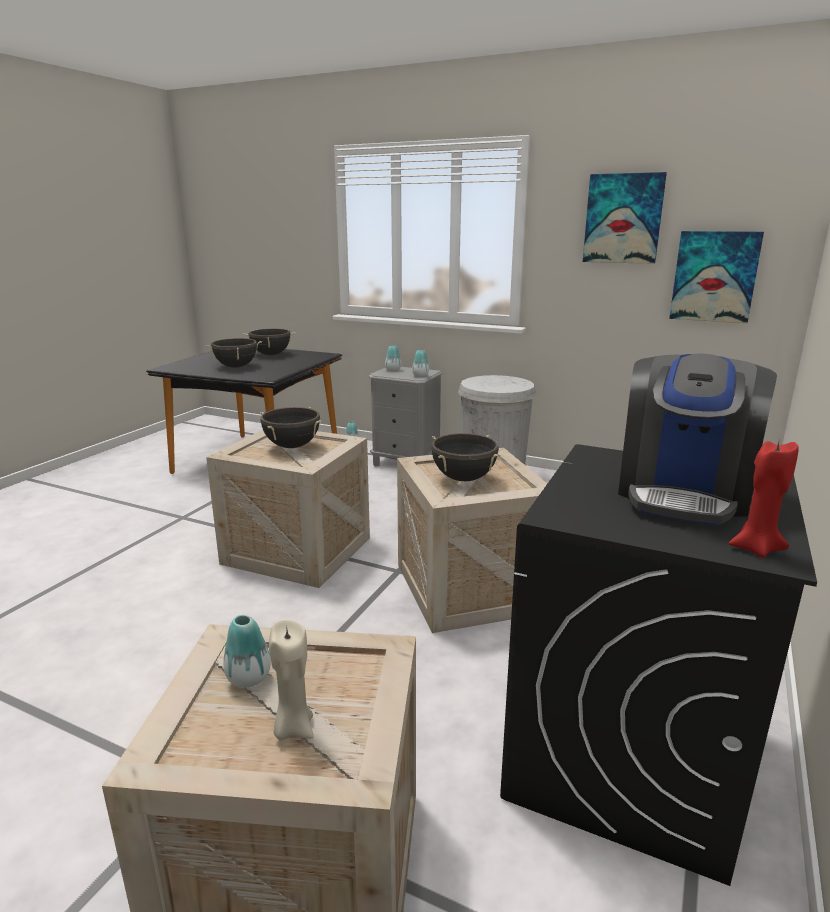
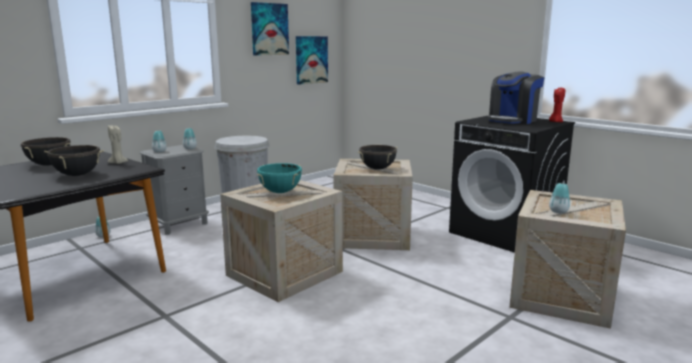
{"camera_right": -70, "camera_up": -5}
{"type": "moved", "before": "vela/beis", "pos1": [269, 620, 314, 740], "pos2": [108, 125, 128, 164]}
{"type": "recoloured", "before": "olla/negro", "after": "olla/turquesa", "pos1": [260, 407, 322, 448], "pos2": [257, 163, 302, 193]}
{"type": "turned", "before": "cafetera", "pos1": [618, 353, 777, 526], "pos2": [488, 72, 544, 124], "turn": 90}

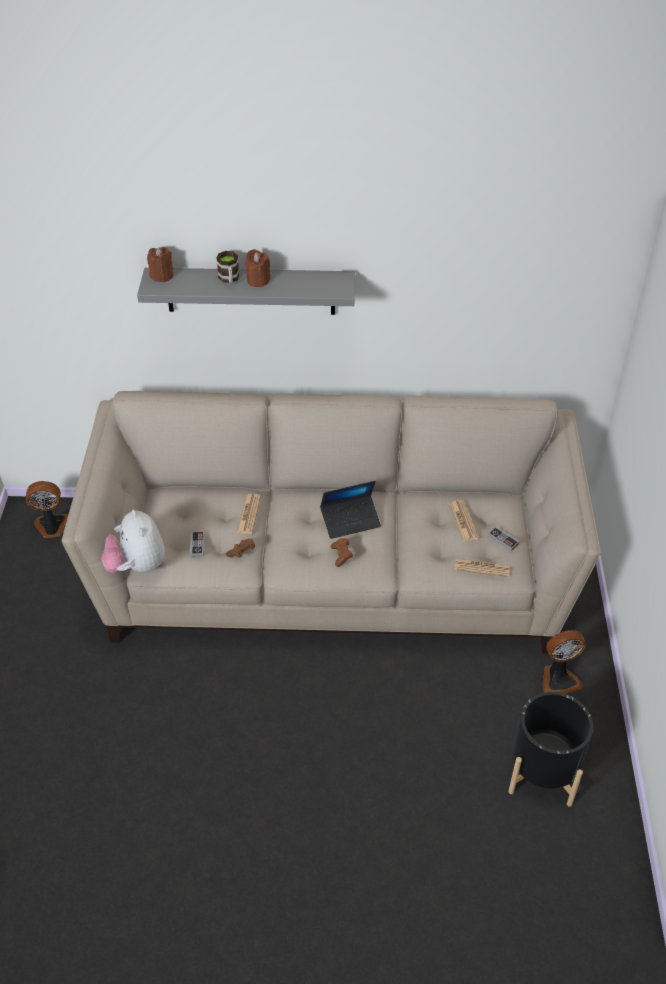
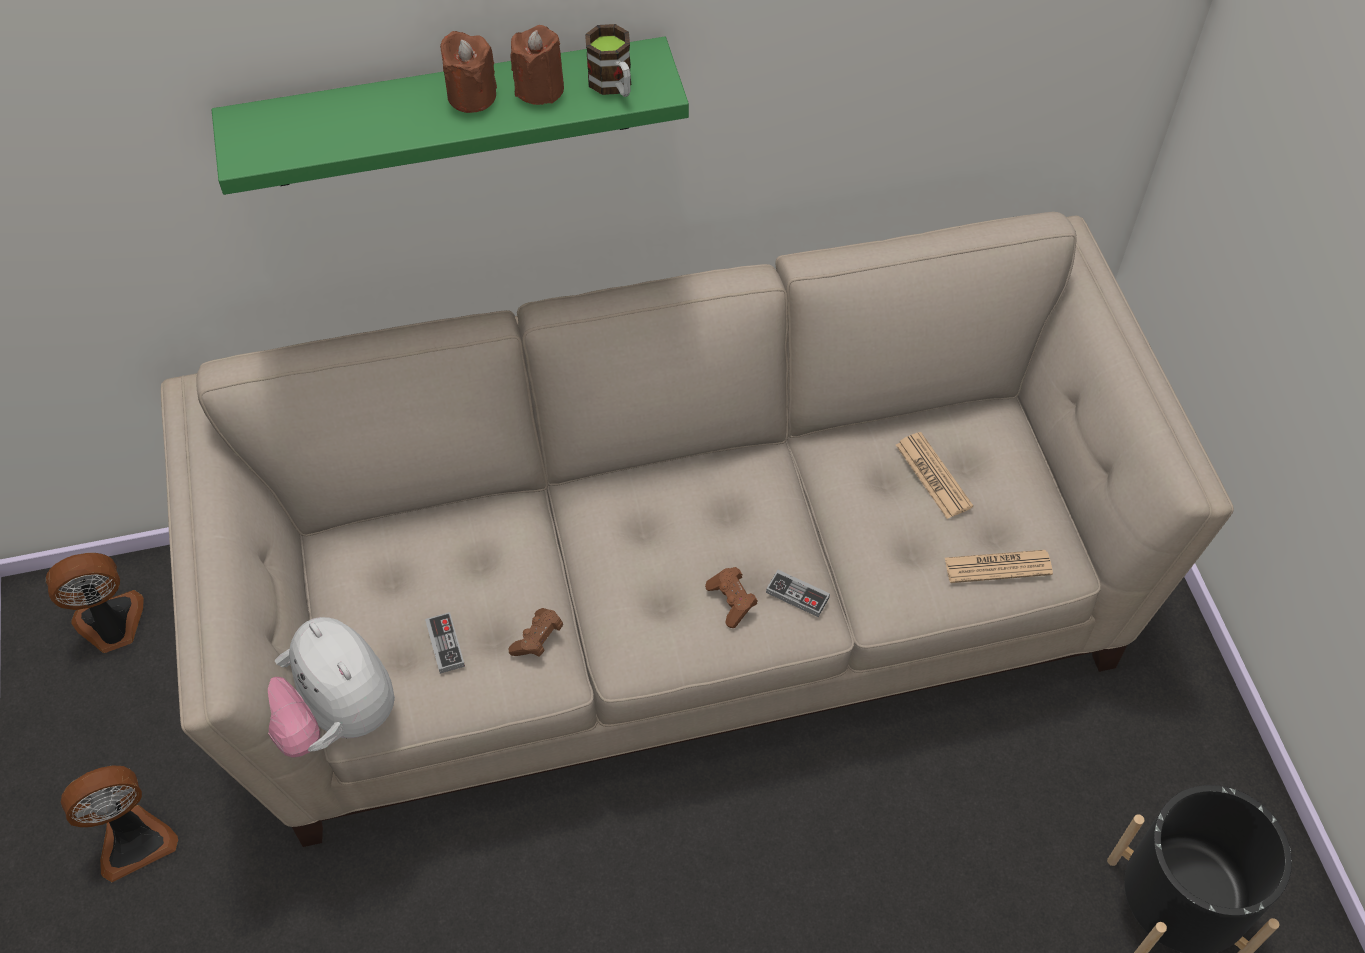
{"camera_right": -15, "camera_up": 10}
{"type": "moved", "before": "ventilador", "pos1": [542, 630, 586, 693], "pos2": [61, 765, 178, 882]}
{"type": "recoloured", "before": "estante/gris", "after": "estante/verde", "pos1": [137, 268, 355, 315], "pos2": [212, 37, 689, 195]}
{"type": "moved", "before": "vela/marrón", "pos1": [147, 247, 173, 282], "pos2": [511, 25, 564, 105]}
{"type": "moved", "before": "taza grande", "pos1": [217, 251, 239, 284], "pos2": [585, 24, 631, 97]}
{"type": "moved", "before": "mando de consola", "pos1": [488, 527, 520, 551], "pos2": [766, 570, 830, 617]}
{"type": "removed", "before": "periódico", "pos1": [237, 494, 261, 534]}
{"type": "removed", "before": "portátil", "pos1": [320, 481, 381, 539]}

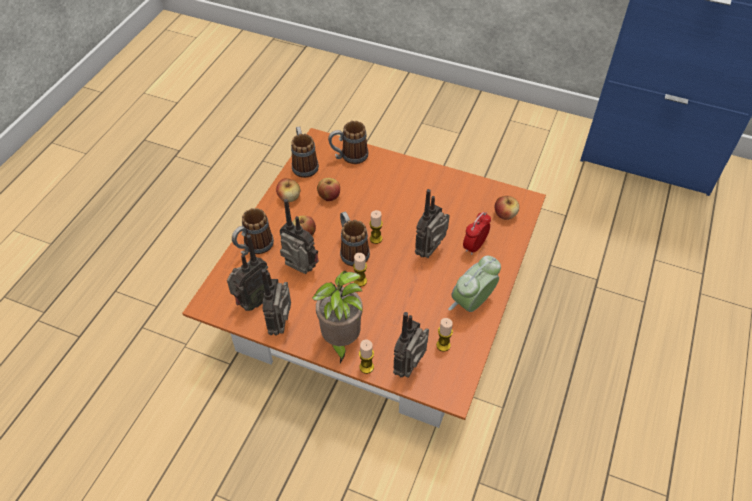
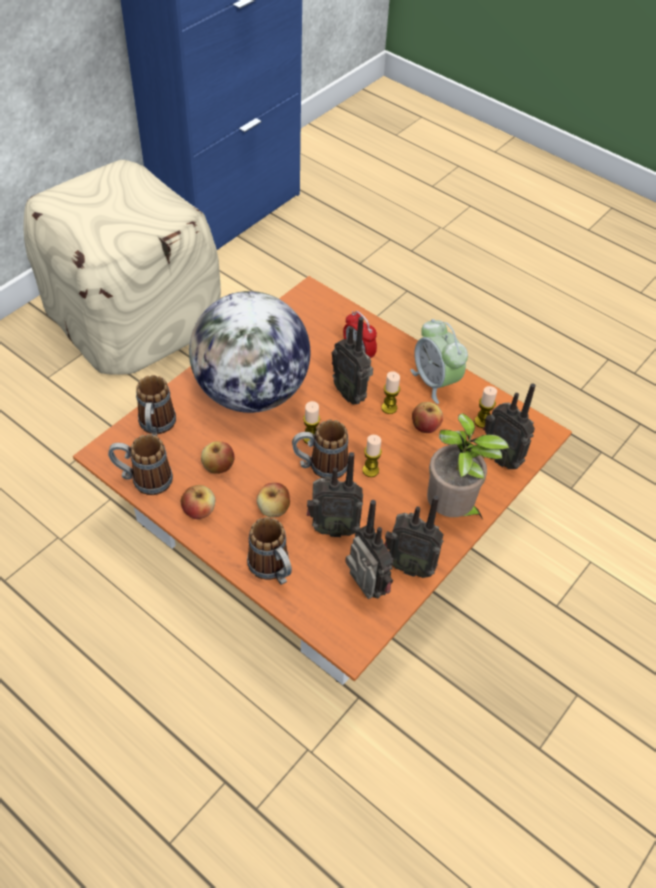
{"camera_right": -75, "camera_up": 0}
{"type": "added", "after": "puf/beis", "pos2": [23, 160, 221, 374]}
{"type": "added", "after": "globo terráqueo", "pos2": [189, 291, 310, 413]}
{"type": "turned", "before": "radio", "pos1": [280, 199, 319, 274], "pos2": [307, 452, 363, 537], "turn": -135}
{"type": "moved", "before": "vela", "pos1": [359, 339, 374, 374], "pos2": [381, 371, 400, 414]}
{"type": "moved", "before": "manzana", "pos1": [495, 196, 519, 220], "pos2": [412, 402, 443, 433]}

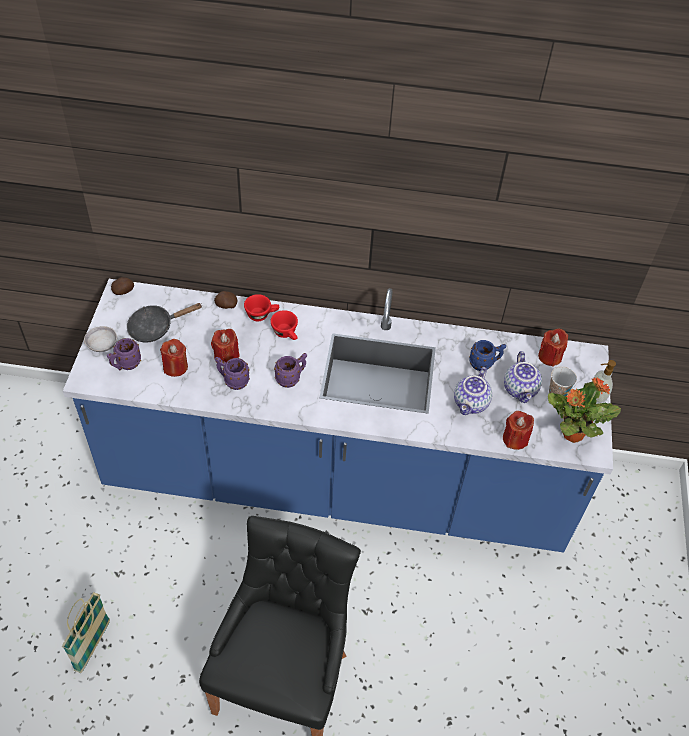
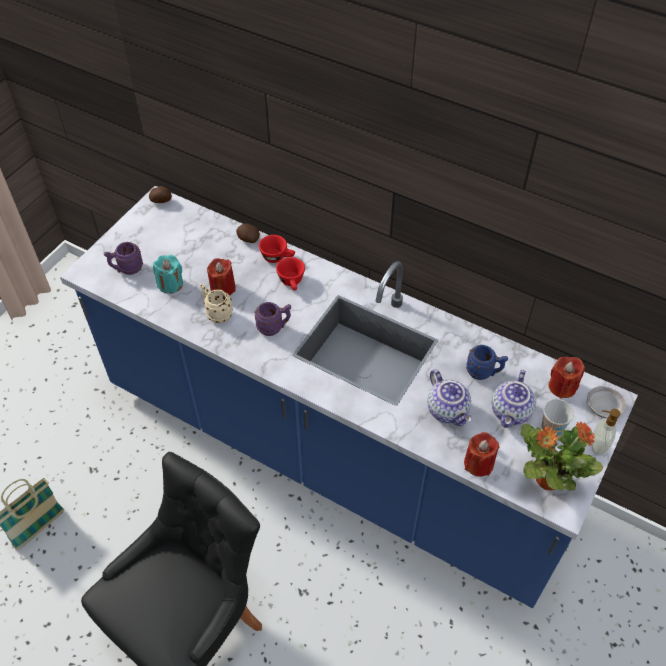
{"camera_right": 25, "camera_up": 0}
{"type": "recoloured", "before": "vela/rojo", "after": "vela/turquesa", "pos1": [160, 339, 188, 377], "pos2": [153, 255, 183, 294]}
{"type": "recoloured", "before": "taza grande/morado", "after": "taza grande/beis", "pos1": [215, 357, 250, 390], "pos2": [200, 283, 233, 323]}
{"type": "turned", "before": "tetera", "pos1": [454, 367, 492, 415], "pos2": [428, 370, 472, 426], "turn": -75}
{"type": "moved", "before": "cuenco/gris", "pos1": [84, 326, 117, 352], "pos2": [587, 386, 626, 418]}
{"type": "removed", "before": "sartén/negro", "pos1": [127, 303, 202, 343]}

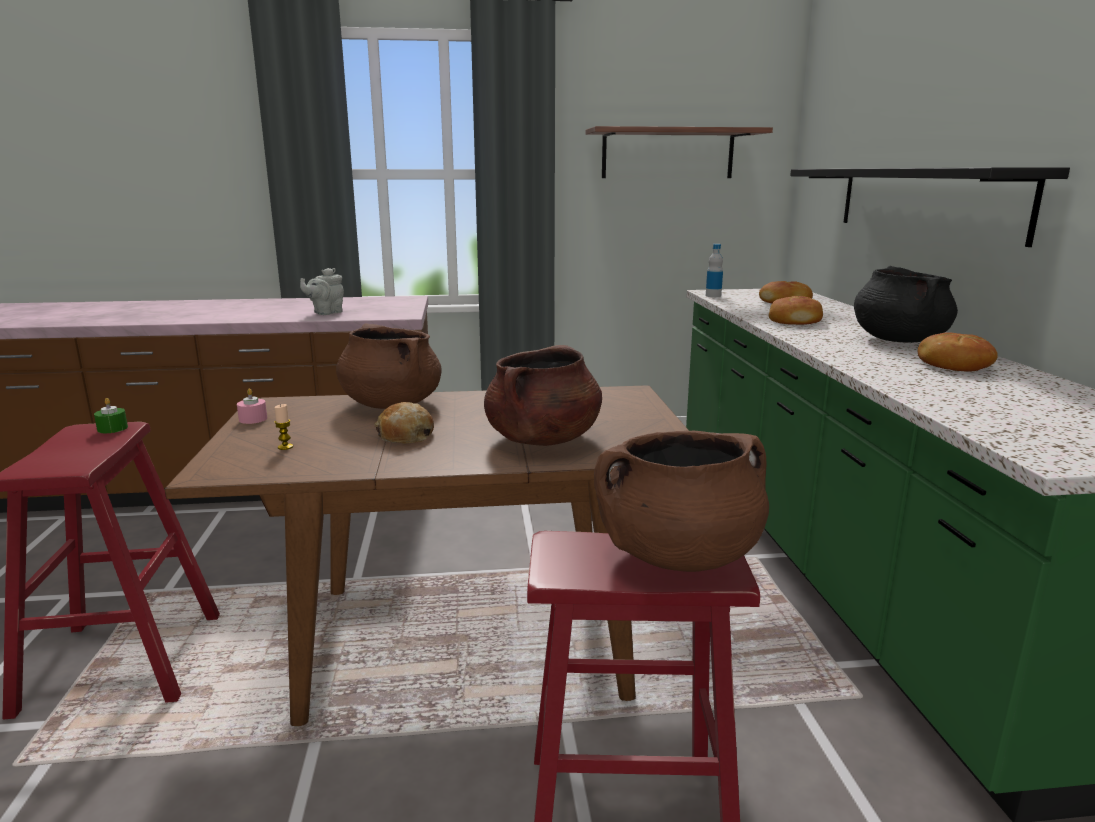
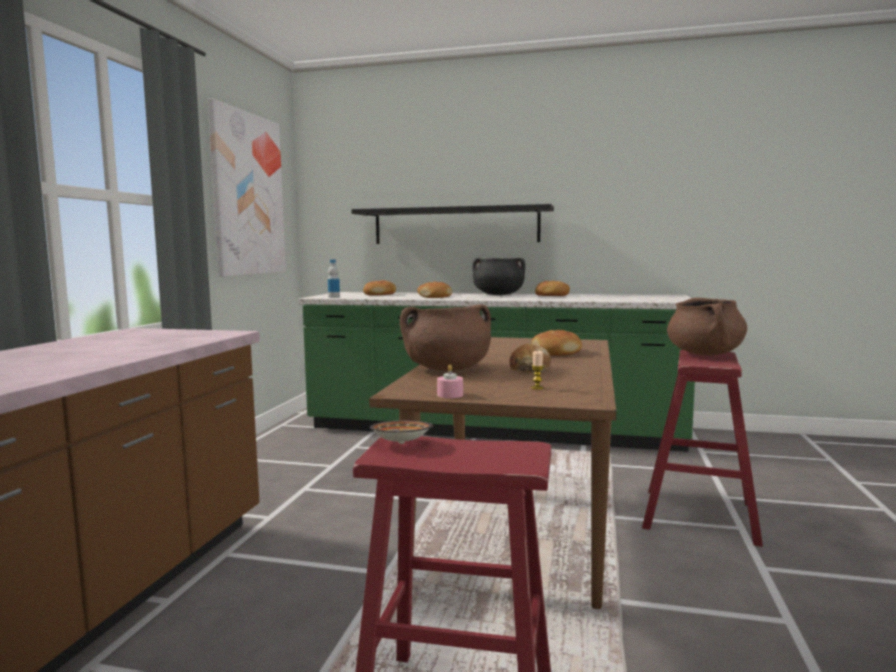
{"camera_right": -70, "camera_up": -10}
{"type": "replaced", "before": "estante", "after": "cuadro", "pos1": [586, 126, 773, 178], "pos2": [208, 99, 286, 277]}
{"type": "replaced", "before": "vela/verde", "after": "cuenco", "pos1": [94, 398, 128, 433], "pos2": [370, 420, 433, 444]}
{"type": "replaced", "before": "olla/marrón", "after": "pan", "pos1": [484, 345, 602, 446], "pos2": [532, 330, 582, 356]}
{"type": "removed", "before": "tetera/gris", "pos1": [300, 268, 344, 315]}

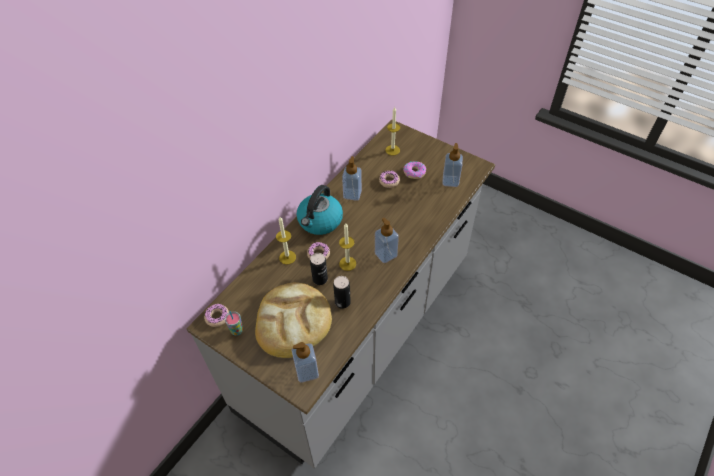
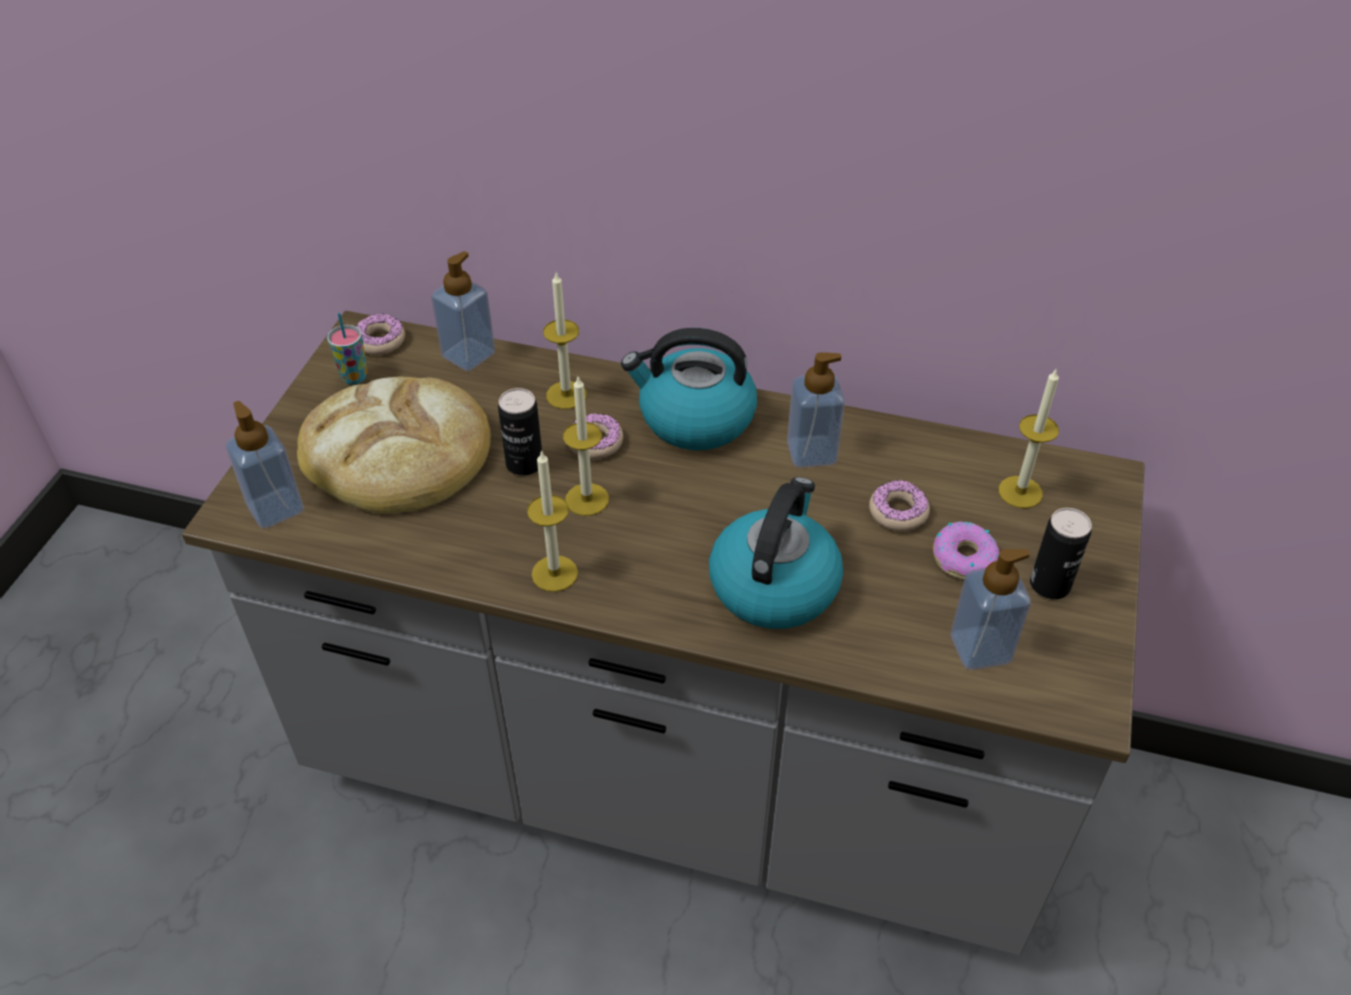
{"camera_right": 70, "camera_up": -5}
{"type": "moved", "before": "dispensador de jabón", "pos1": [375, 218, 399, 263], "pos2": [431, 251, 495, 371]}
{"type": "added", "after": "vela", "pos2": [527, 450, 578, 592]}
{"type": "added", "after": "hervidor", "pos2": [709, 477, 843, 629]}
{"type": "moved", "before": "lata", "pos1": [333, 276, 351, 309], "pos2": [1030, 508, 1092, 599]}

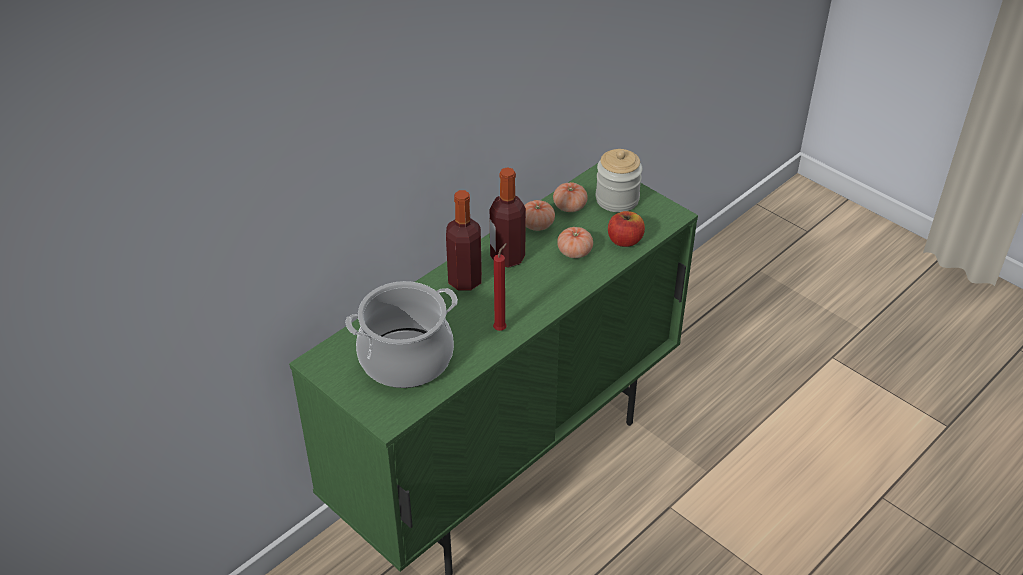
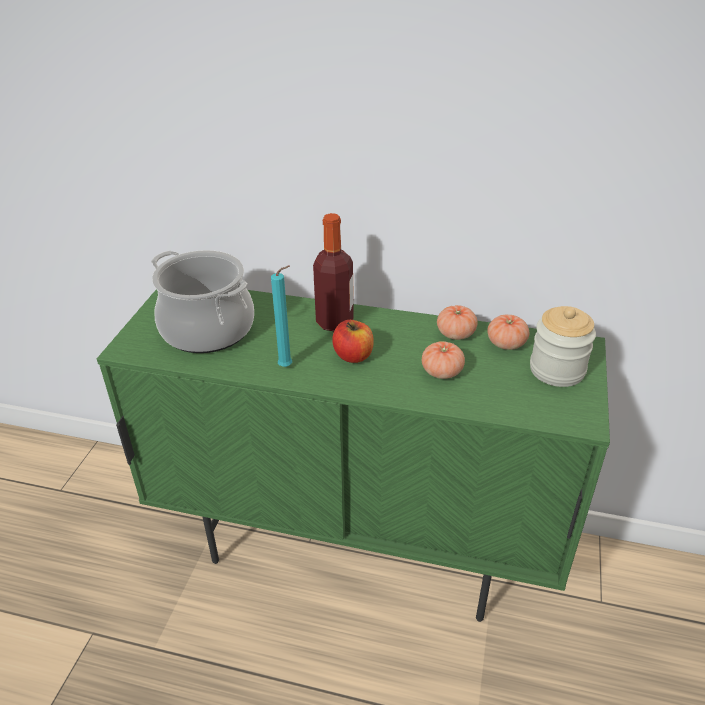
{"camera_right": 60, "camera_up": -5}
{"type": "recoloured", "before": "vela/rojo", "after": "vela/turquesa", "pos1": [493, 243, 507, 331], "pos2": [271, 265, 292, 367]}
{"type": "moved", "before": "manzana", "pos1": [608, 211, 645, 247], "pos2": [332, 320, 374, 363]}
{"type": "removed", "before": "botella", "pos1": [490, 167, 526, 268]}

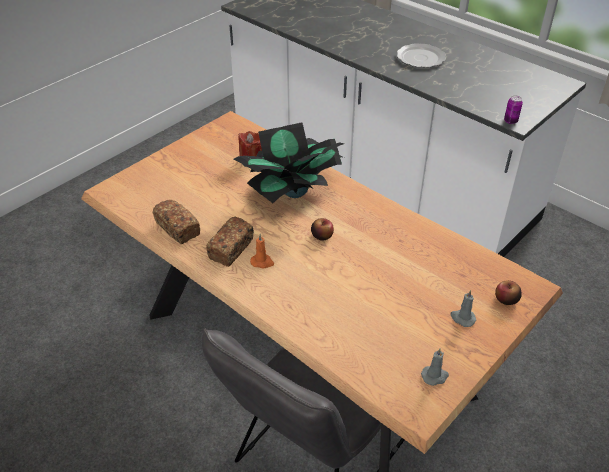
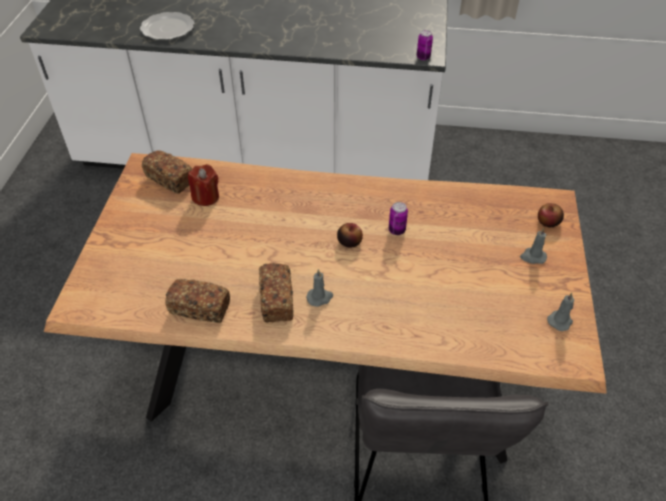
{"camera_right": -35, "camera_up": 5}
{"type": "moved", "before": "plato", "pos1": [397, 43, 446, 68], "pos2": [140, 12, 194, 40]}
{"type": "added", "after": "pan", "pos2": [142, 150, 192, 194]}
{"type": "recoloured", "before": "vela/naranja", "after": "vela/gris", "pos1": [250, 234, 274, 269], "pos2": [306, 269, 333, 307]}
{"type": "added", "after": "lata", "pos2": [389, 202, 408, 235]}
{"type": "removed", "before": "planta en maceta", "pos1": [234, 122, 344, 203]}

